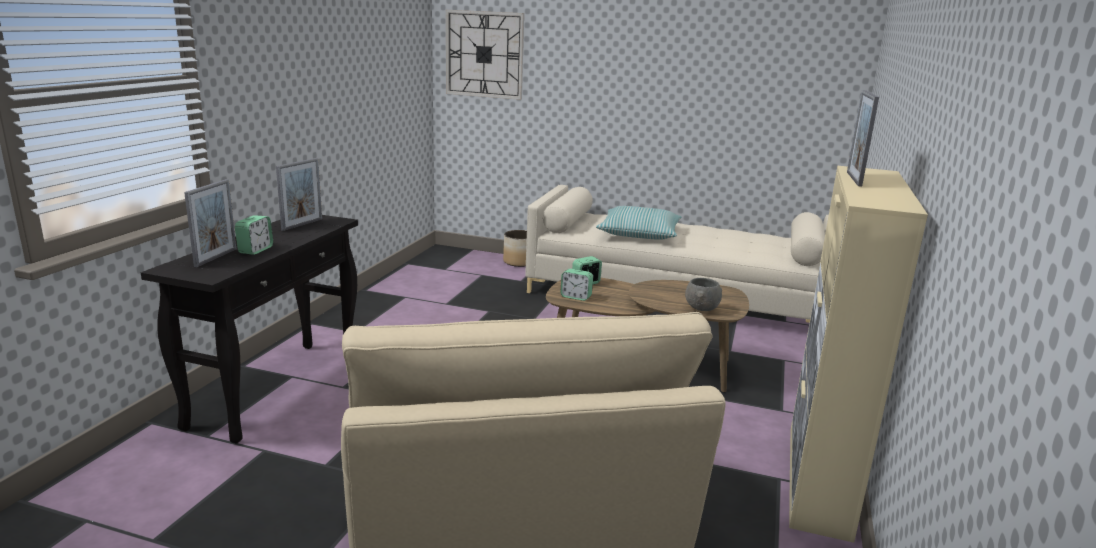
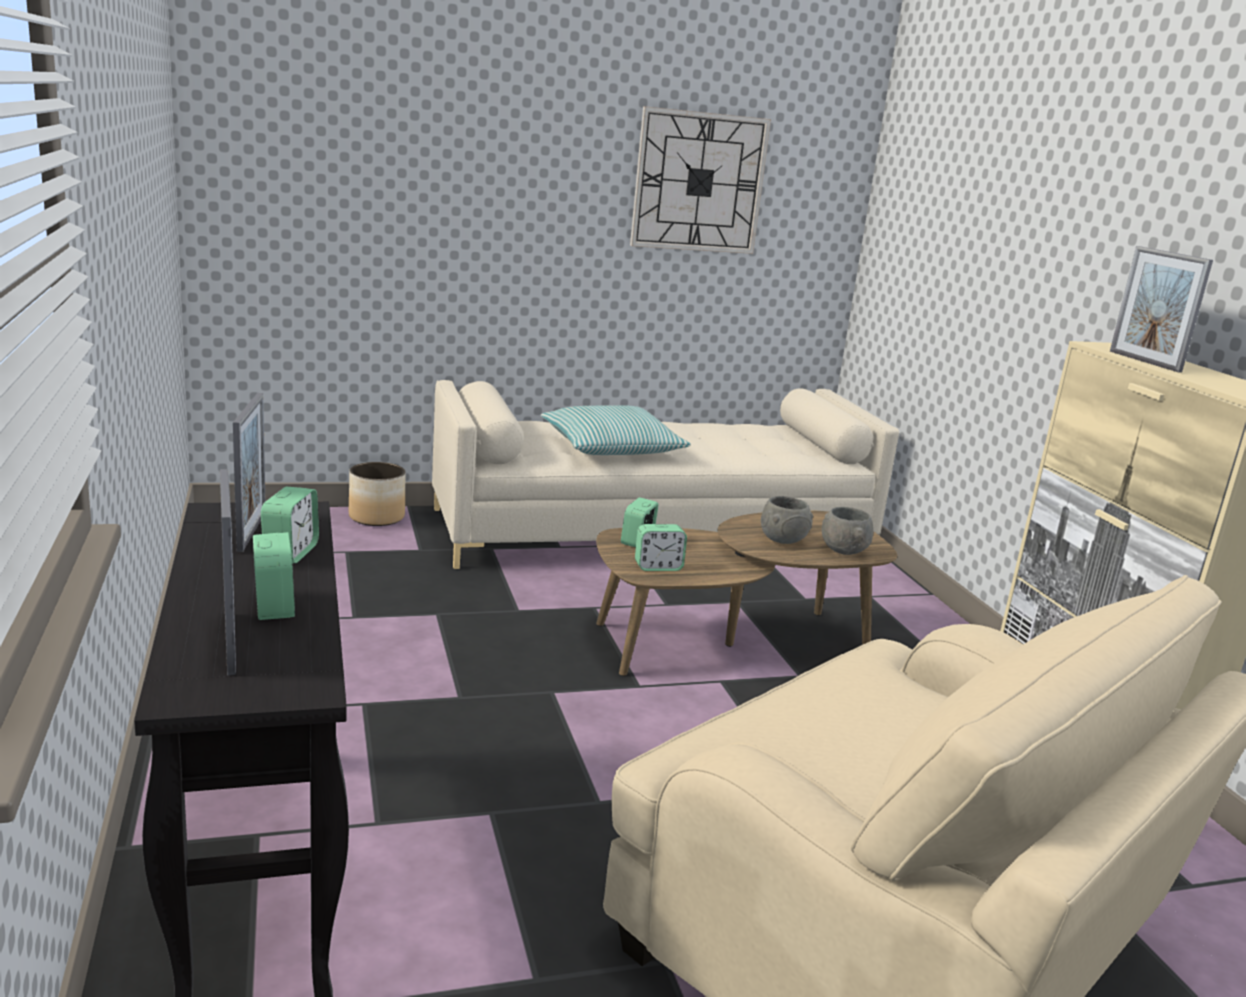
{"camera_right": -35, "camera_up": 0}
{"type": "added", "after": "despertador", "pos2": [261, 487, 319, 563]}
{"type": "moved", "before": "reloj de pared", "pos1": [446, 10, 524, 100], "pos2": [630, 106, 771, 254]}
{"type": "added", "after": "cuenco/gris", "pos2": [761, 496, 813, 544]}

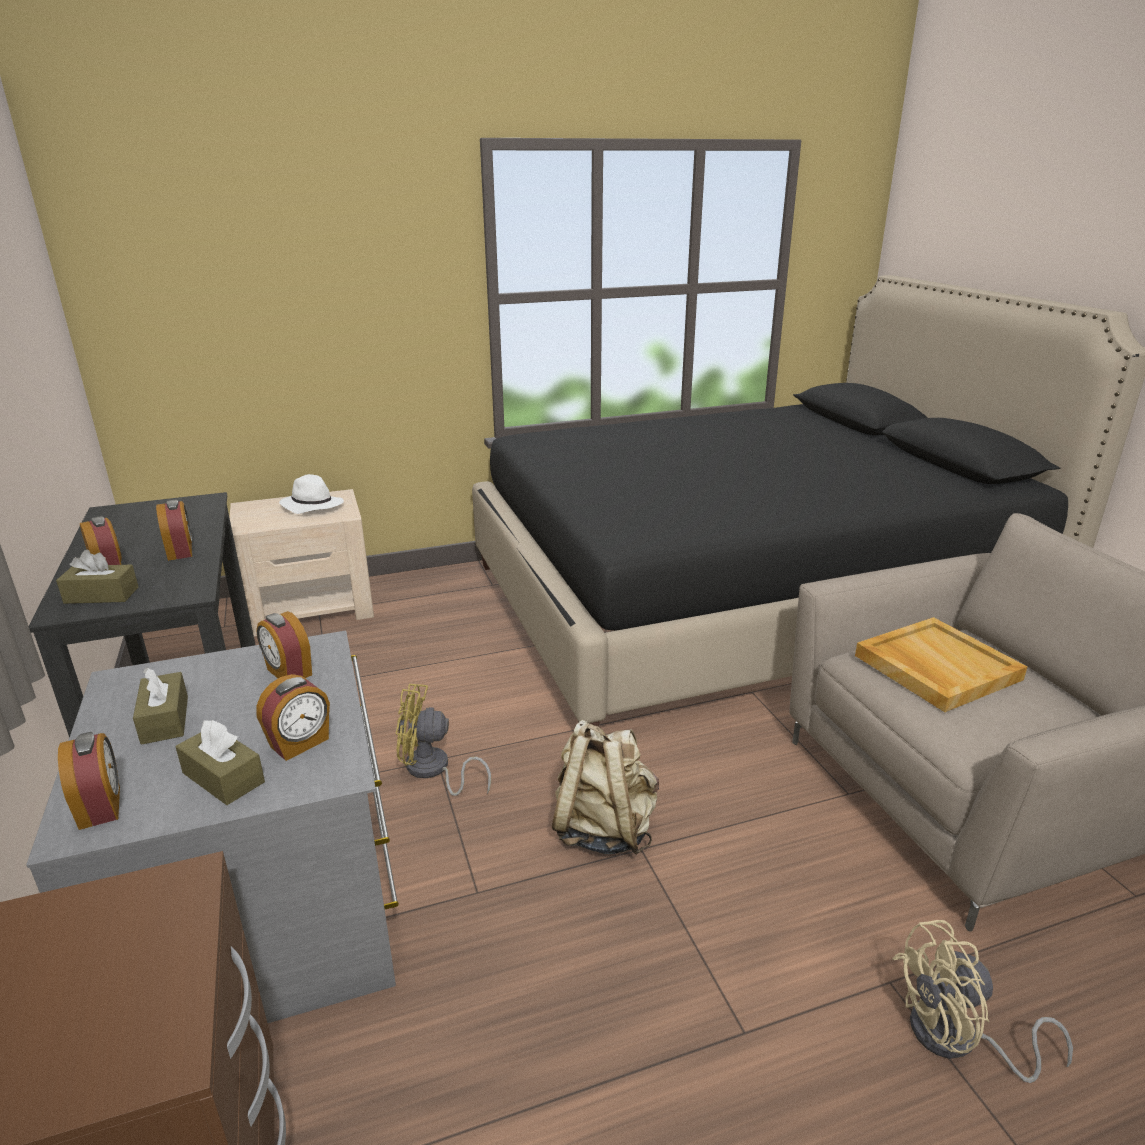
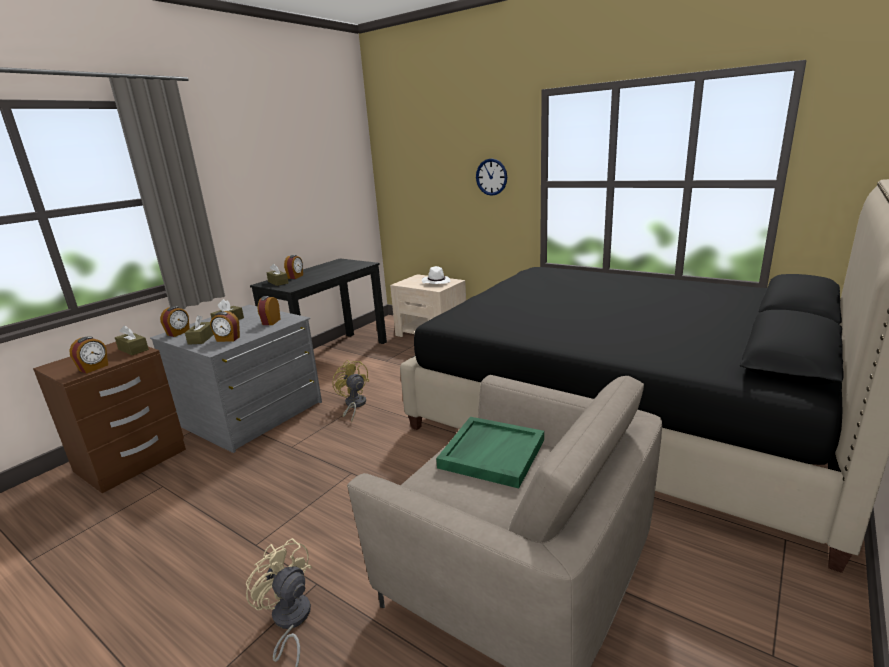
{"camera_right": 55, "camera_up": -5}
{"type": "moved", "before": "despertador", "pos1": [156, 499, 192, 561], "pos2": [69, 336, 108, 374]}
{"type": "added", "after": "caja de pañuelos/marrón", "pos2": [115, 325, 149, 355]}
{"type": "recoloured", "before": "bandeja/beis", "after": "bandeja/verde", "pos1": [855, 617, 1027, 712], "pos2": [436, 417, 544, 488]}
{"type": "added", "after": "reloj de pared", "pos2": [476, 159, 507, 196]}
{"type": "removed", "before": "mochila/beis", "pos1": [552, 720, 659, 855]}

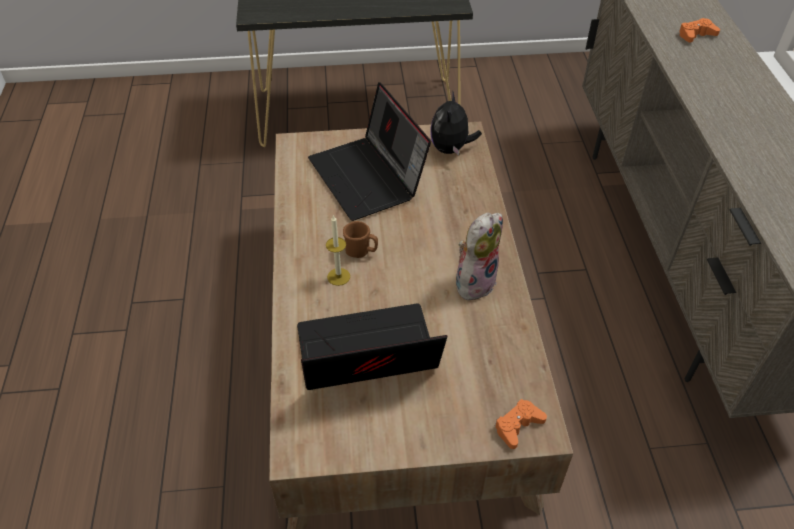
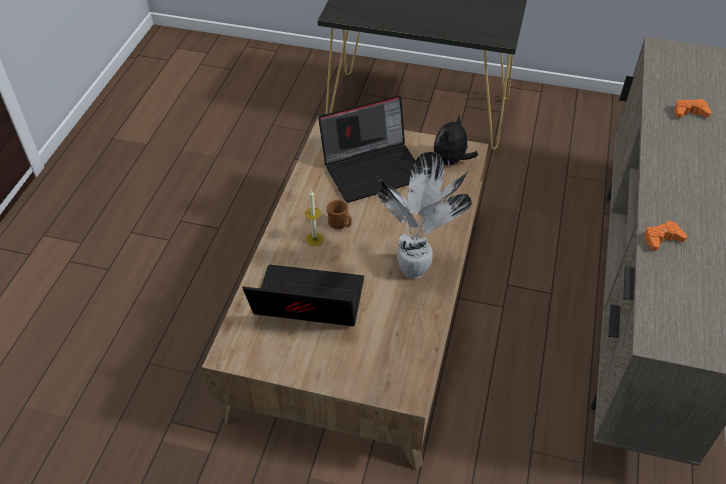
{"camera_right": 20, "camera_up": 0}
{"type": "turned", "before": "portátil", "pos1": [308, 82, 431, 221], "pos2": [318, 95, 416, 203], "turn": -105}
{"type": "replaced", "before": "peluche", "after": "planta en maceta", "pos1": [456, 212, 503, 300], "pos2": [376, 152, 472, 279]}
{"type": "moved", "before": "mando de consola/naranja", "pos1": [495, 399, 547, 449], "pos2": [644, 221, 687, 251]}

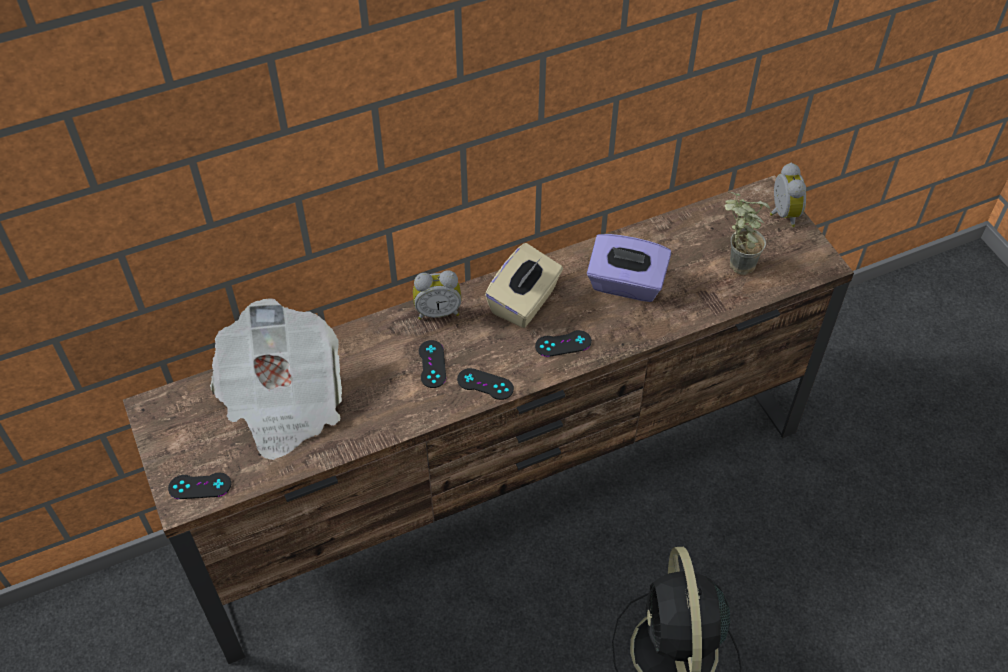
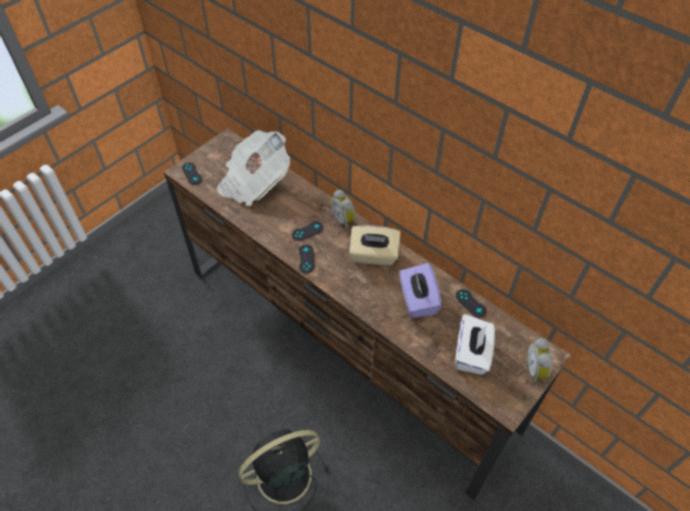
{"camera_right": 65, "camera_up": 0}
{"type": "replaced", "before": "planta en maceta", "after": "caja de pañuelos/blanco", "pos1": [725, 192, 770, 275], "pos2": [455, 314, 495, 375]}
{"type": "moved", "before": "mando de consola/negro", "pos1": [535, 330, 592, 357], "pos2": [456, 289, 487, 318]}
{"type": "turned", "before": "despertador", "pos1": [770, 163, 806, 227], "pos2": [527, 338, 553, 383], "turn": 120}

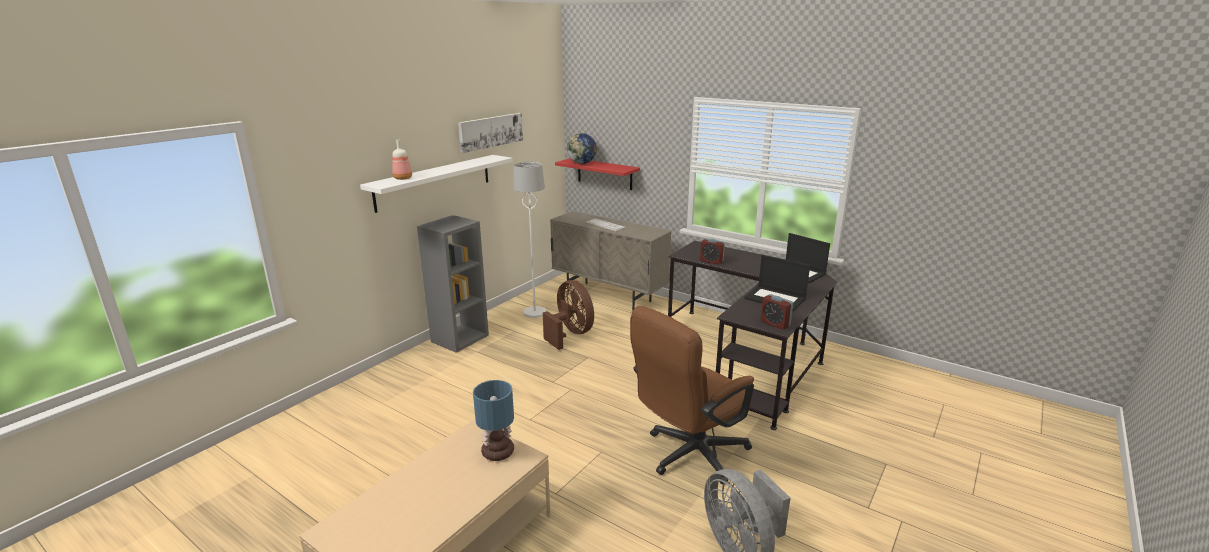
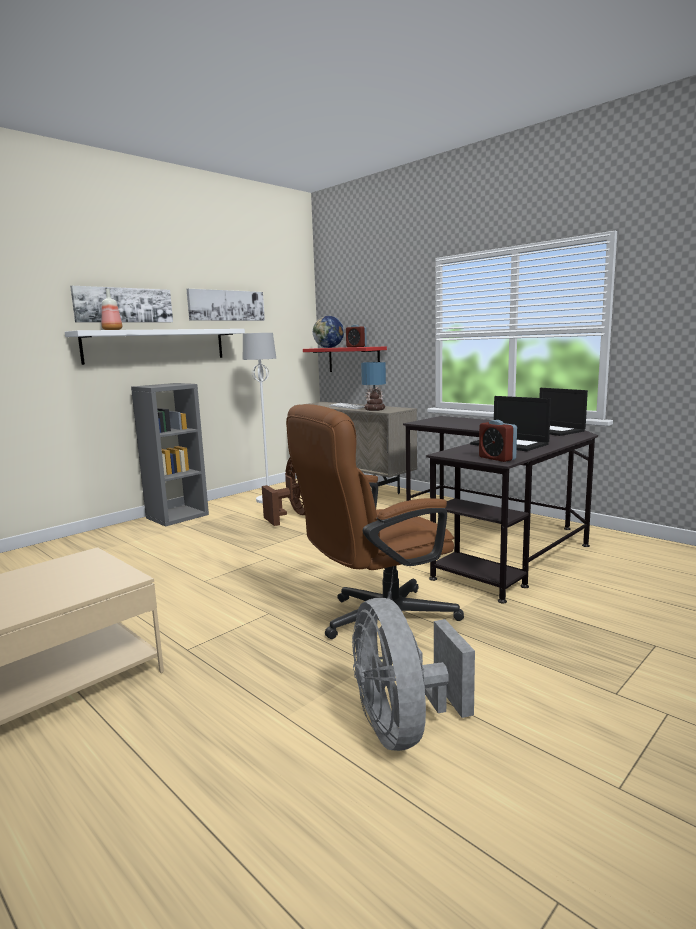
{"camera_right": 10, "camera_up": -10}
{"type": "added", "after": "cuadro", "pos2": [70, 286, 173, 322]}
{"type": "moved", "before": "despertador", "pos1": [700, 239, 725, 265], "pos2": [346, 325, 367, 347]}
{"type": "moved", "before": "lámpara de mesa", "pos1": [473, 380, 514, 461], "pos2": [361, 362, 386, 411]}

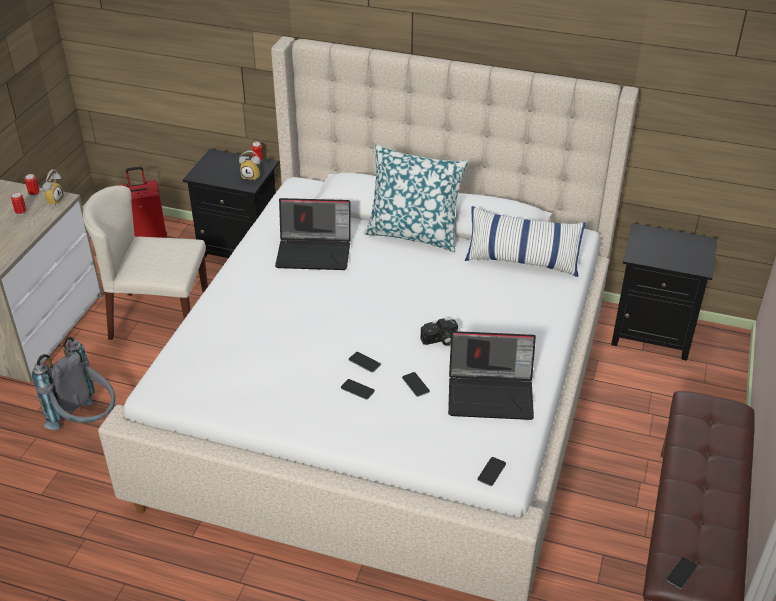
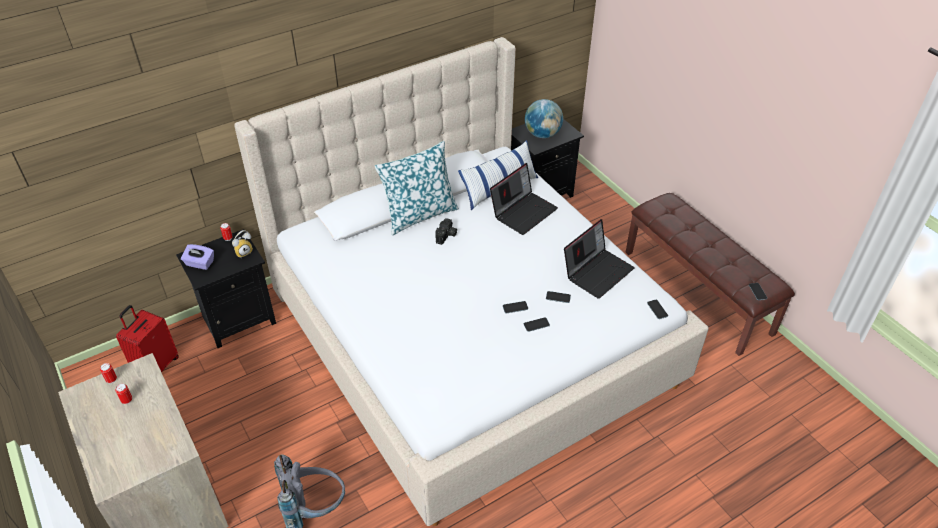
{"camera_right": -50, "camera_up": 5}
{"type": "added", "after": "caja de pañuelos/morado", "pos2": [181, 244, 214, 270]}
{"type": "moved", "before": "cámara", "pos1": [420, 318, 458, 346], "pos2": [435, 218, 457, 245]}
{"type": "moved", "before": "portátil", "pos1": [275, 198, 351, 270], "pos2": [490, 163, 558, 235]}
{"type": "added", "after": "globo terráqueo", "pos2": [525, 99, 563, 138]}
{"type": "removed", "before": "despertador", "pos1": [40, 169, 64, 206]}
{"type": "removed", "before": "silla/beis", "pos1": [83, 185, 208, 340]}

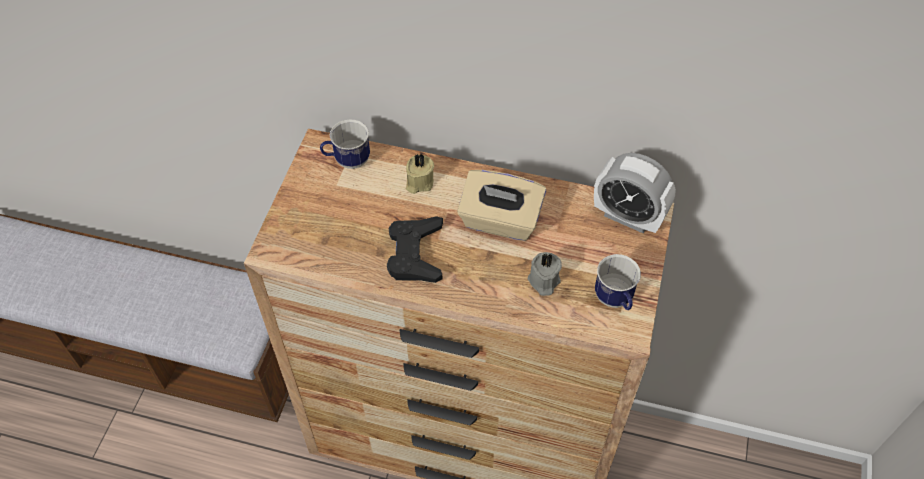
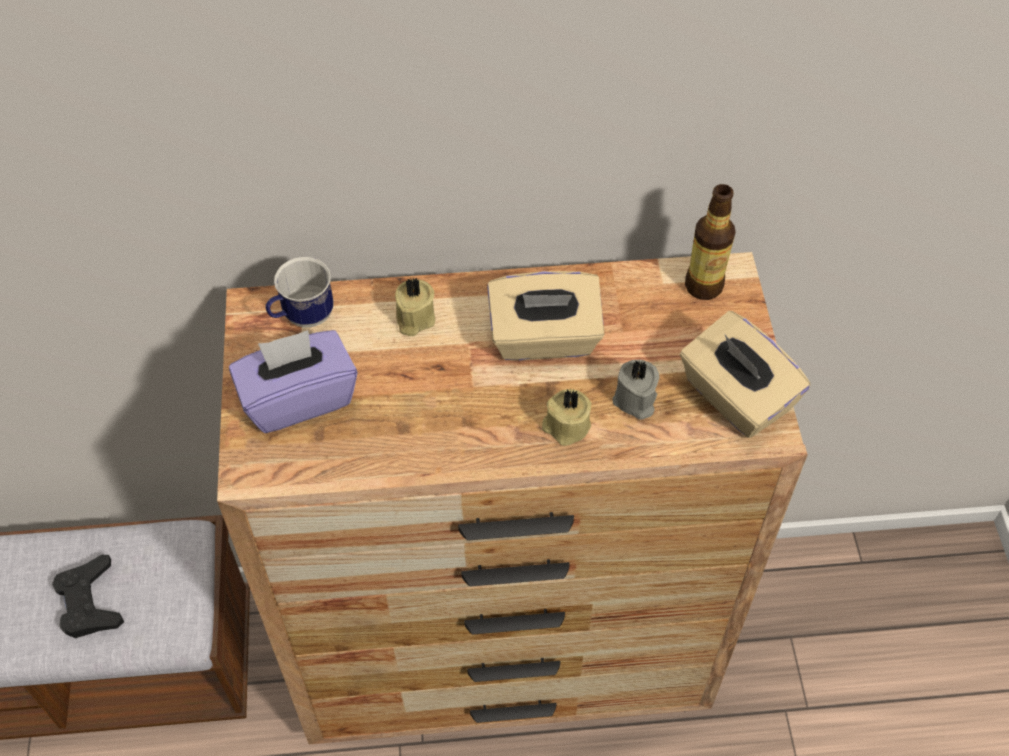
{"camera_right": -20, "camera_up": 0}
{"type": "moved", "before": "mando de consola/negro", "pos1": [387, 216, 443, 283], "pos2": [52, 555, 124, 638]}
{"type": "added", "after": "caja de pañuelos/morado", "pos2": [229, 330, 358, 433]}
{"type": "added", "after": "vela/beis", "pos2": [542, 389, 592, 446]}
{"type": "replaced", "before": "taza grande", "after": "caja de pañuelos/beis", "pos1": [595, 254, 641, 310], "pos2": [680, 311, 810, 438]}
{"type": "replaced", "before": "despertador", "after": "botella", "pos1": [594, 153, 676, 234], "pos2": [685, 184, 736, 300]}

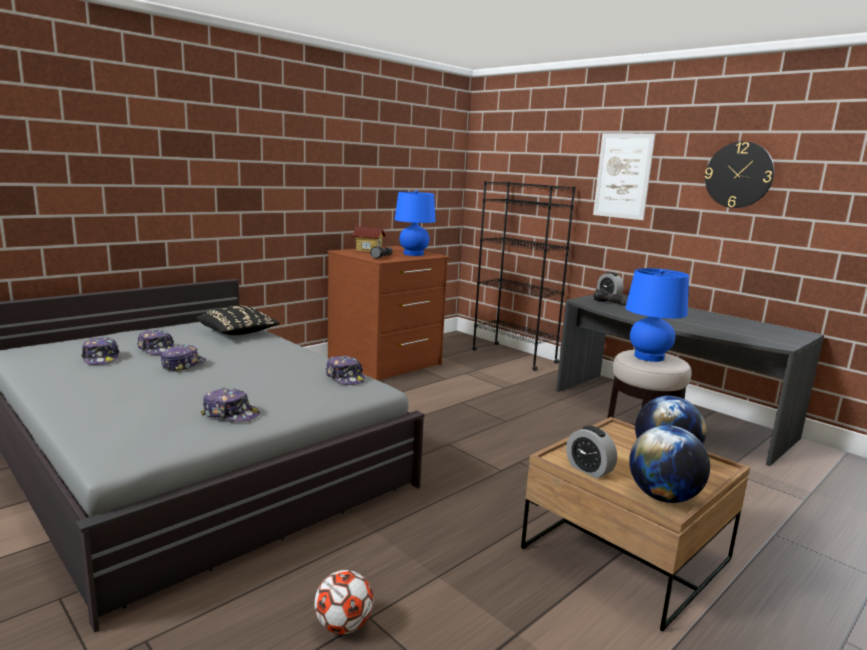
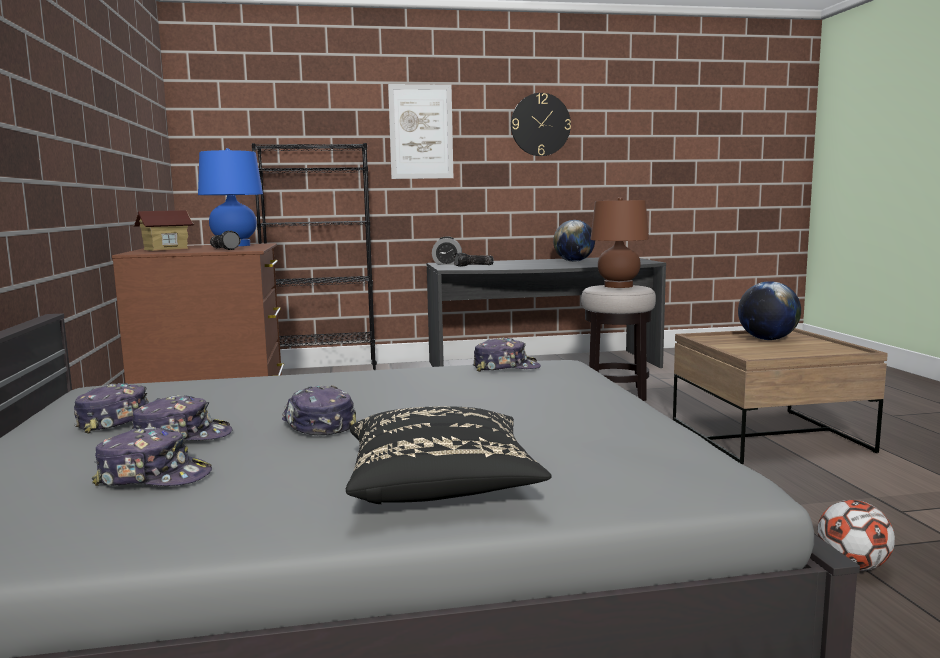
{"camera_right": -55, "camera_up": -5}
{"type": "moved", "before": "gorra", "pos1": [201, 388, 260, 421], "pos2": [74, 383, 150, 434]}
{"type": "moved", "before": "cojín/negro", "pos1": [196, 306, 280, 335], "pos2": [346, 406, 552, 504]}
{"type": "moved", "before": "globo terráqueo", "pos1": [629, 425, 710, 503], "pos2": [553, 220, 595, 262]}
{"type": "recoloured", "before": "lámpara de mesa/azul", "after": "lámpara de mesa/marrón", "pos1": [625, 268, 689, 362], "pos2": [590, 197, 649, 288]}
{"type": "removed", "before": "despertador", "pos1": [566, 425, 617, 479]}

